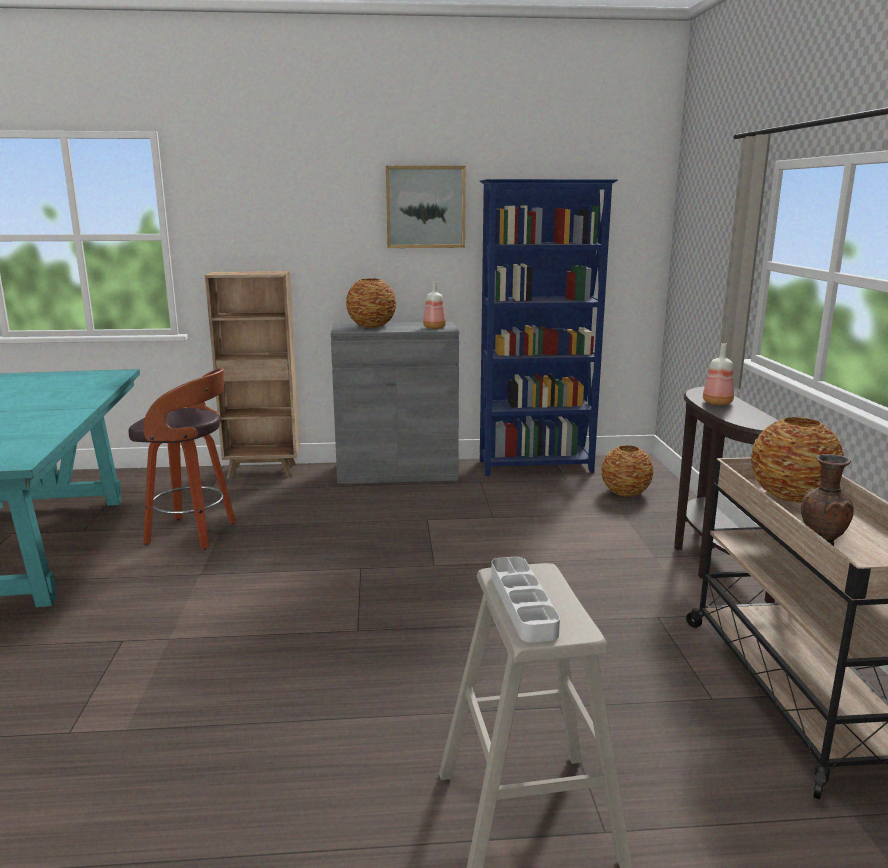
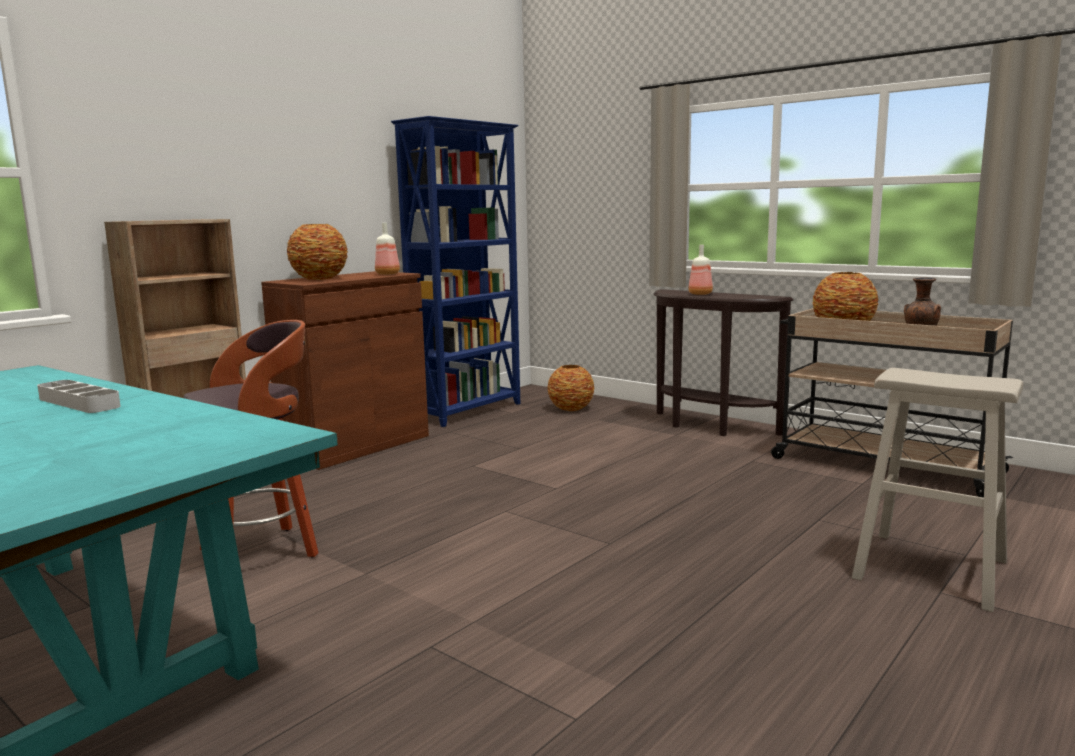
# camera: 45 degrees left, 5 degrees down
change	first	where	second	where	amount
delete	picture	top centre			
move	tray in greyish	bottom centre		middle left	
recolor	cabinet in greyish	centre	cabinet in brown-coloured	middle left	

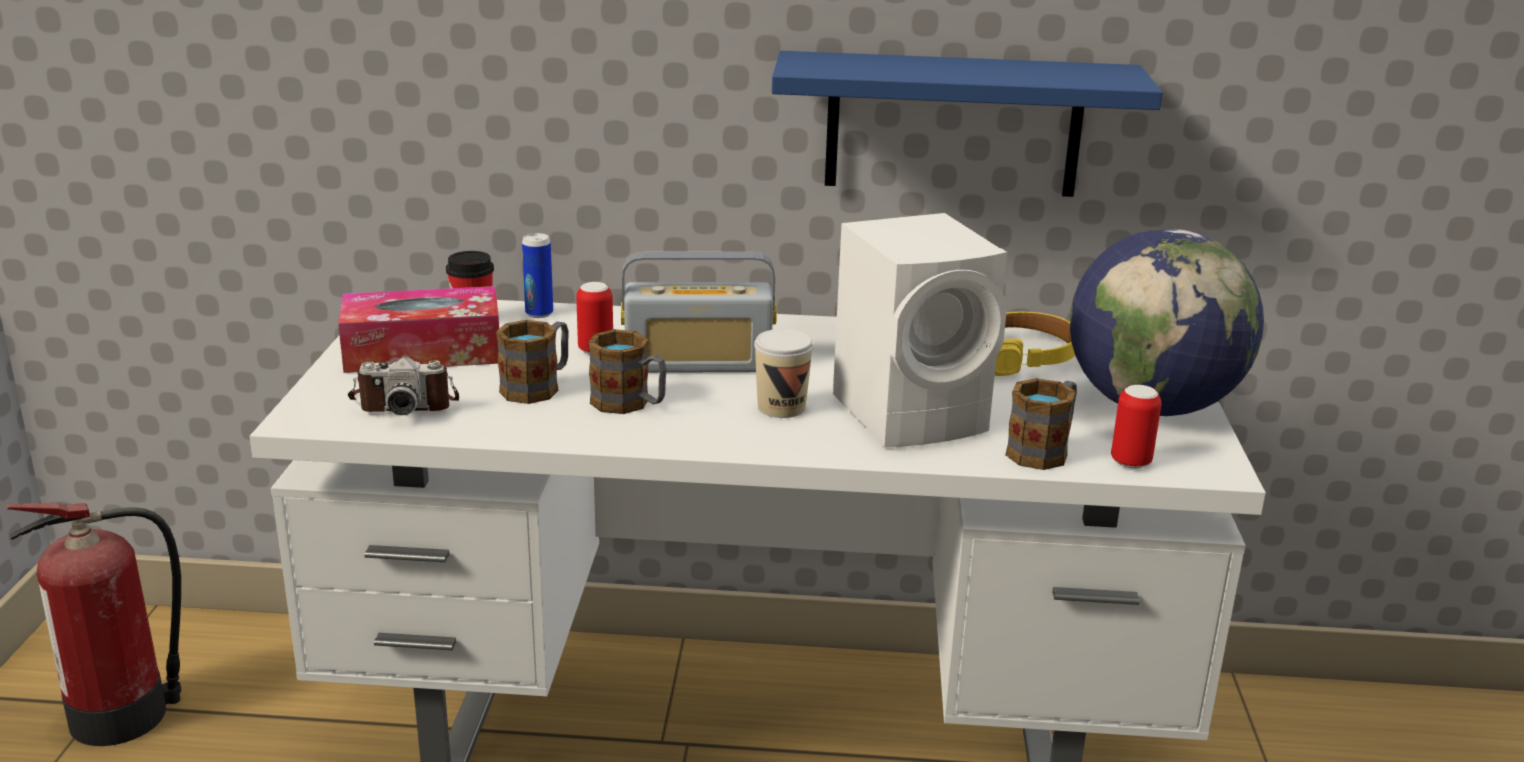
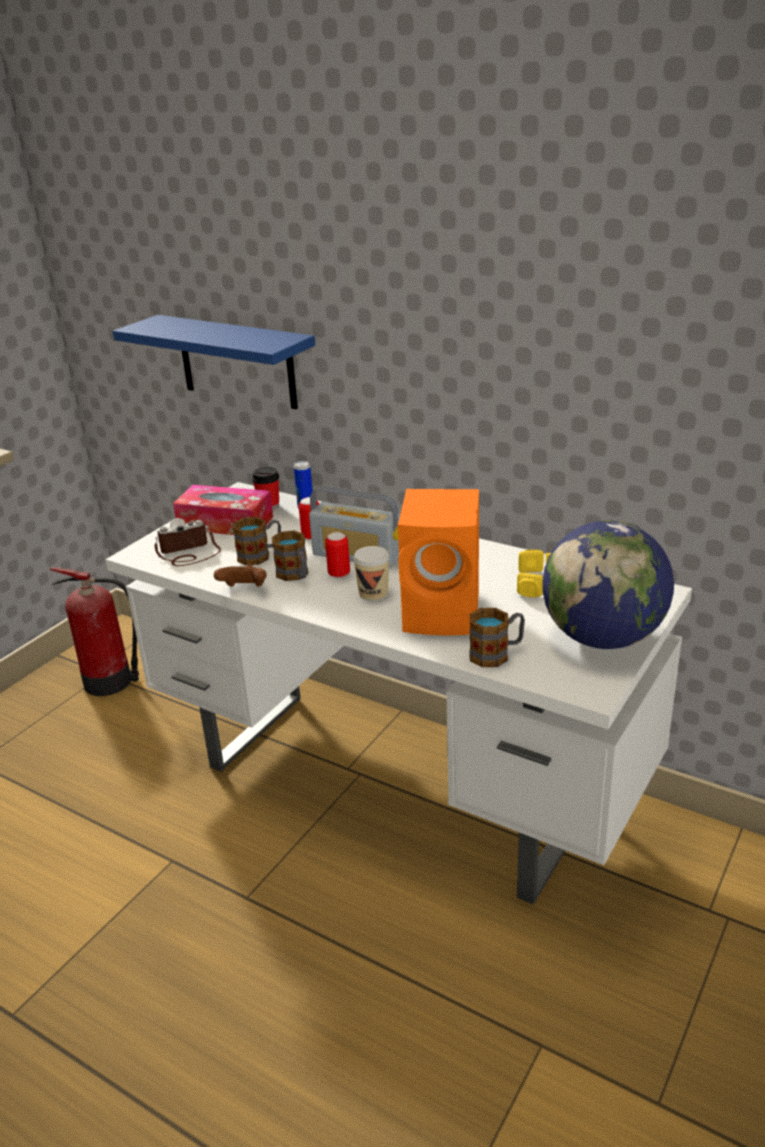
# camera: 30 degrees right, 5 degrees up
change	first	where	second	where	amount
insert			joypad in brown-coloured	middle left	
move	wall shelf in blue-coloured	top centre		top left	
move	metal can (3rd from left)	middle right		centre	
recolor	speaker in white-coloured	centre	speaker in orange-coloured	centre	
rotate	still camera	middle left		middle left	135 degrees clockwise

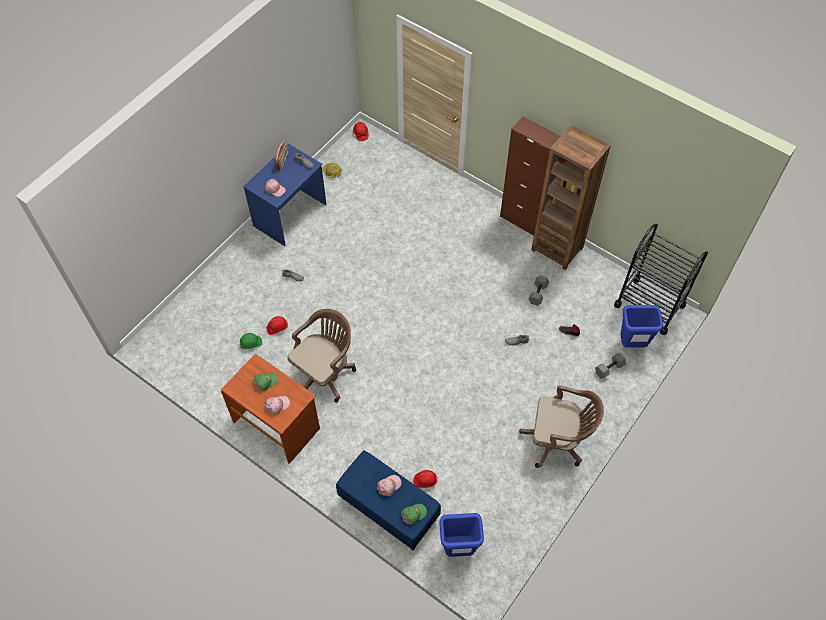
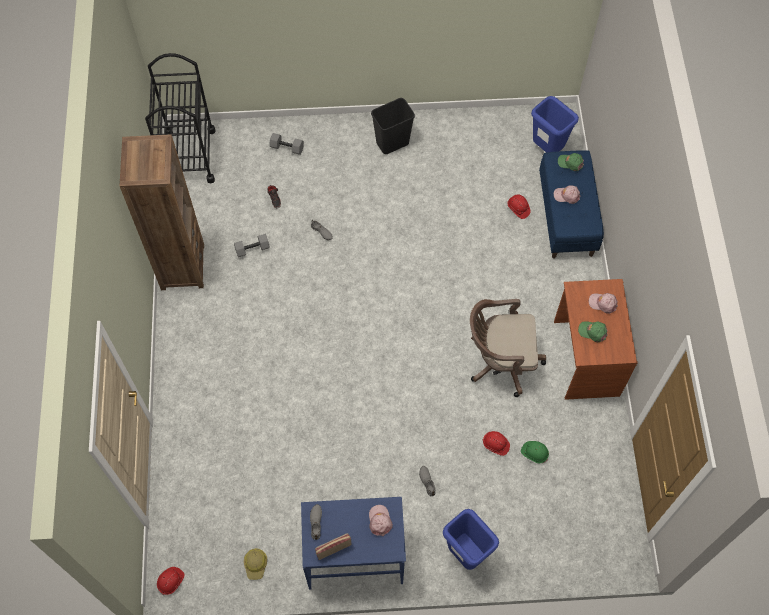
# camera: 130 degrees left, 5 degrees up
change	first	where	second	where	amount
delete	cabinet in brown-coloured	top centre			
move	rubbish bin in blue-coloured (2nd from left in the first image)	middle right	rubbish bin in blue-coloured (1st from left)	bottom centre	
replace	office chair in brown-coloured (2nd from left)	bottom right	rubbish bin in black	top centre	

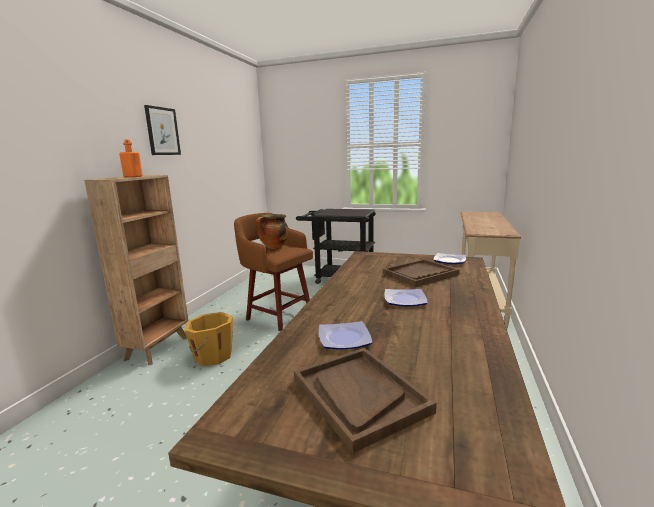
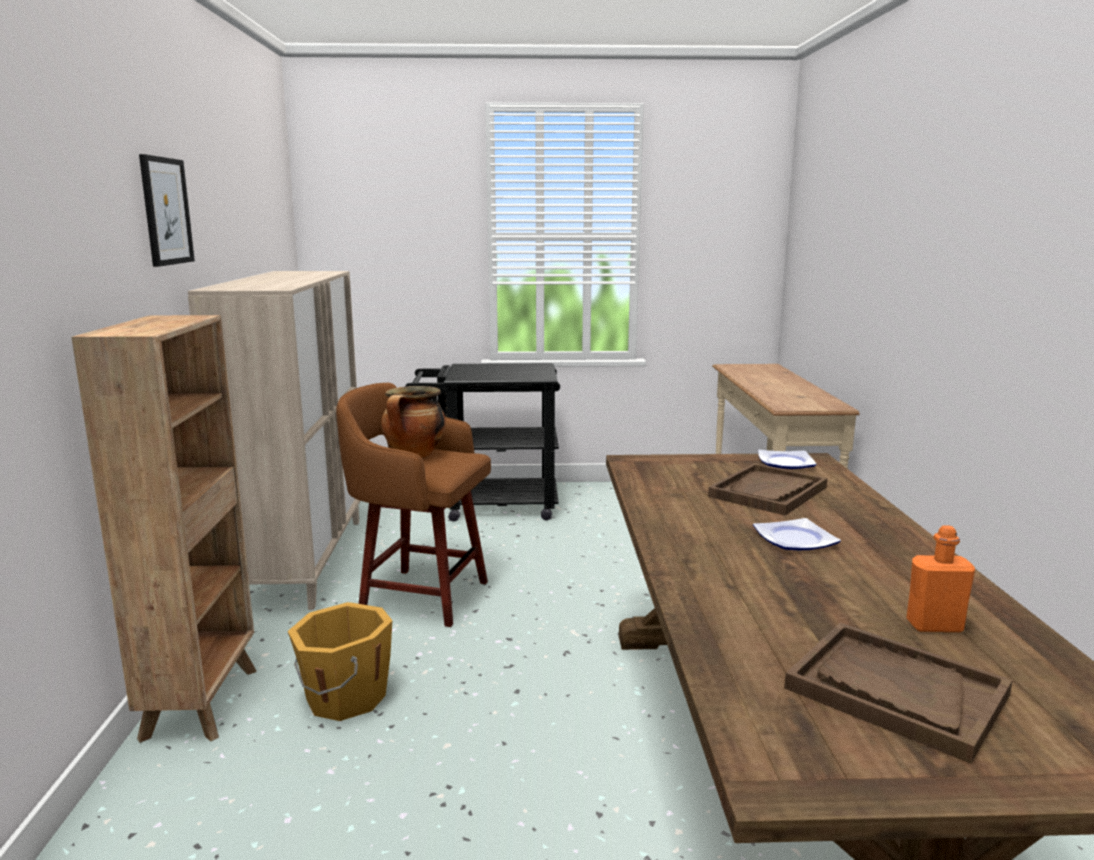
# camera: 20 degrees left, 0 degrees up
change	first	where	second	where	amount
delete	flat dish (1st from left)	centre			
insert			cabinet in beige	middle left	
move	bottle in orange-coloured	top left		bottom right	

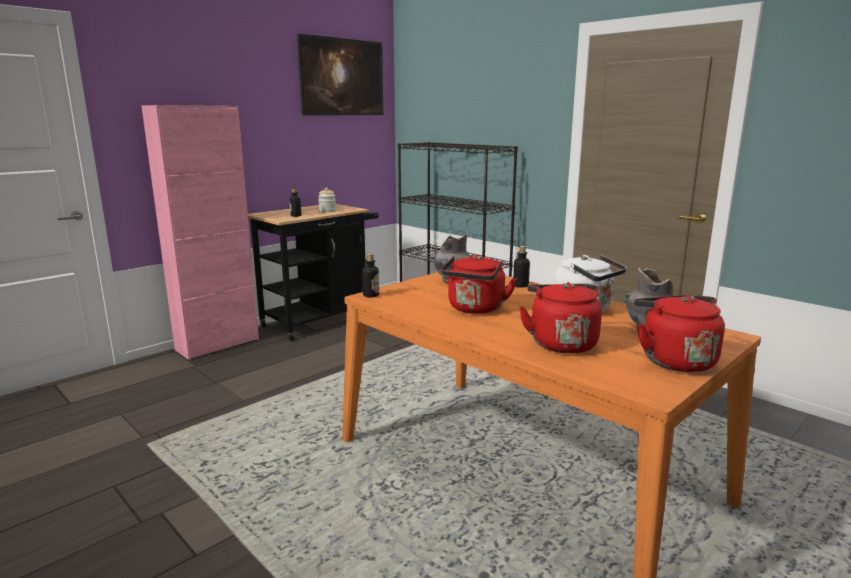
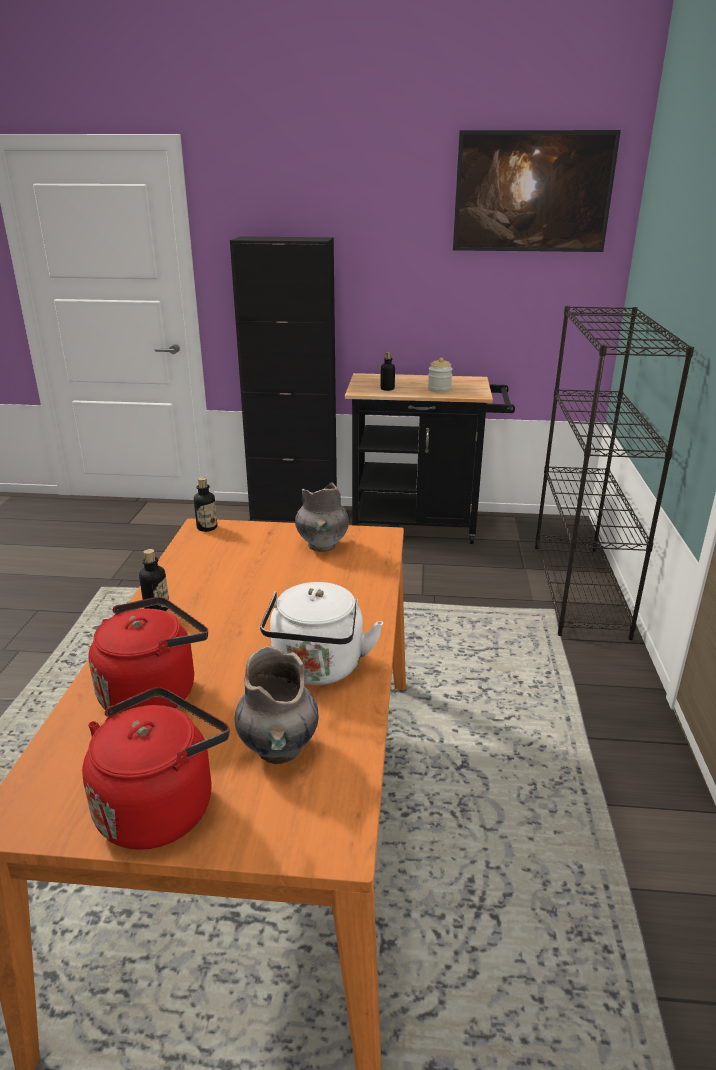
# camera: 50 degrees right, 10 degrees up
change	first	where	second	where	amount
delete	water kettle in red-coloured (1st from left)	centre			
move	bottle (3rd from left in the first image)	centre	bottle (1st from left)	middle left	
recolor	cabinet in pink	middle left	cabinet in black	centre	

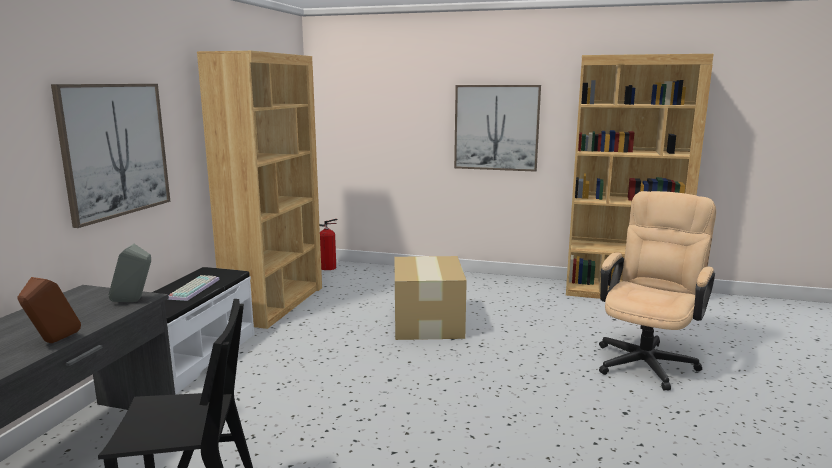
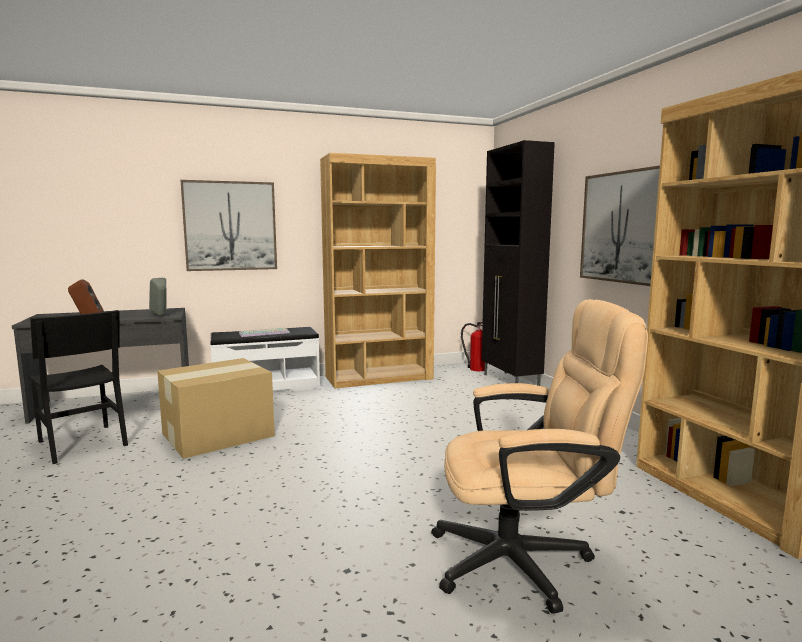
# camera: 55 degrees right, 5 degrees down
change	first	where	second	where	amount
insert			cabinet in black	centre	
move	cardboard box	centre		middle left	

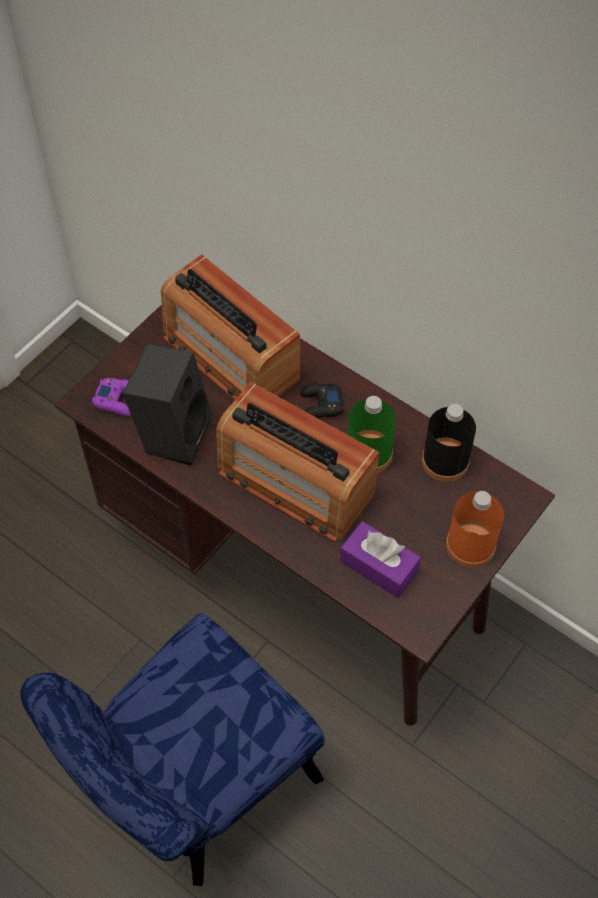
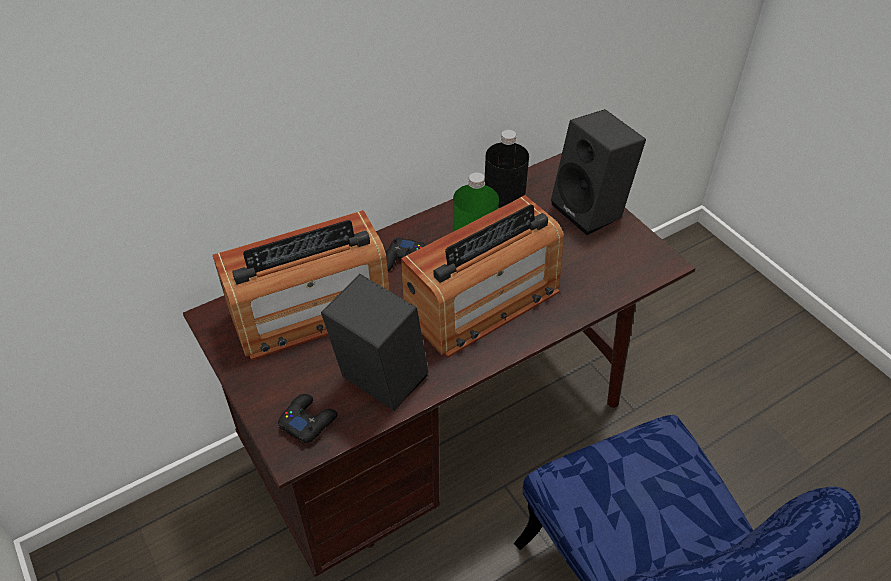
# camera: 70 degrees left, 10 degrees down
change	first	where	second	where	amount
delete	tissue box in purple	centre			
replace	bottle in orange-coloured	middle right	speaker in black (2nd from left)	top right	
recolor	joypad in purple	middle left	joypad in black (1st from left)	bottom centre	

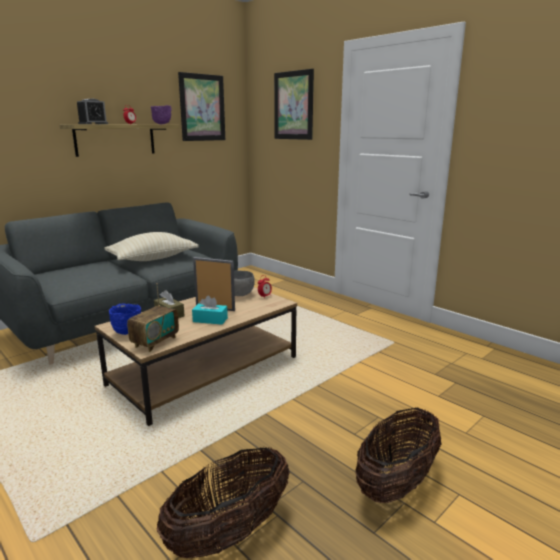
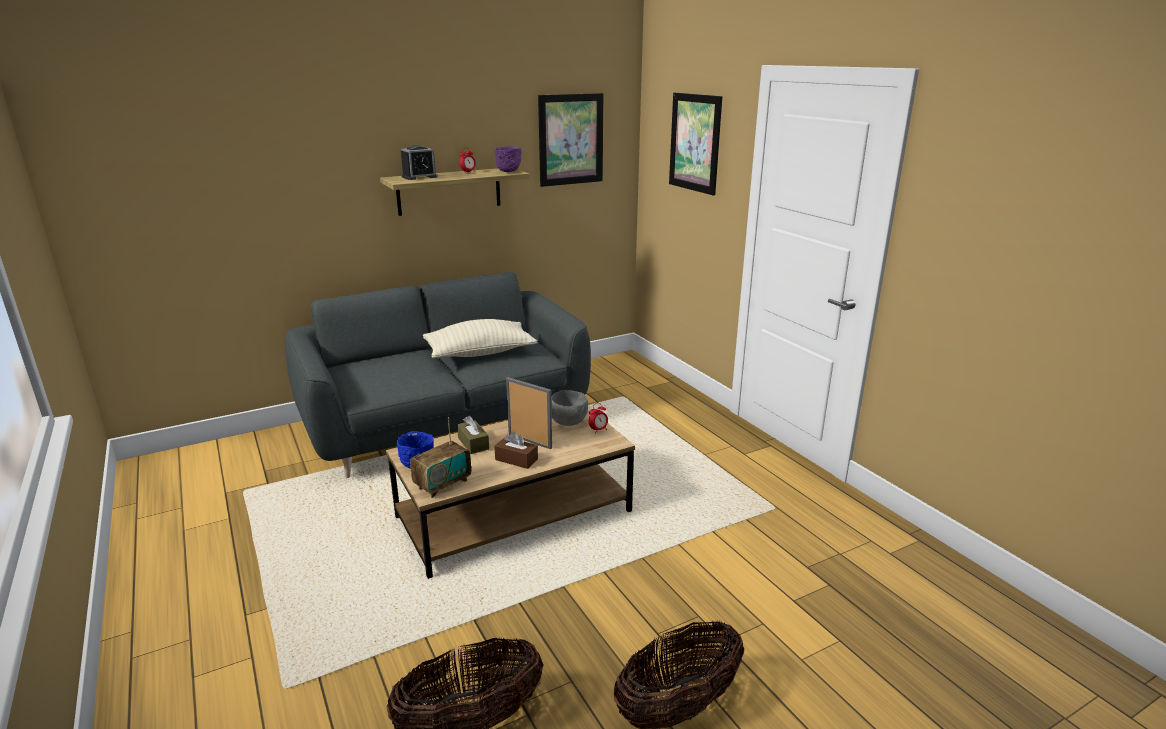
# camera: 15 degrees right, 5 degrees up
change	first	where	second	where	amount
recolor	tissue box in turquoise	centre	tissue box in brown-coloured (2nd from left)	centre	

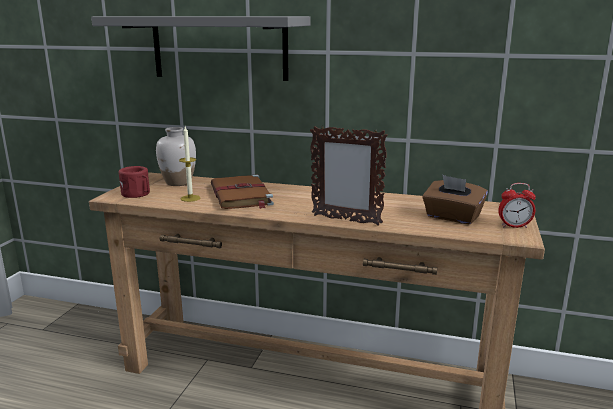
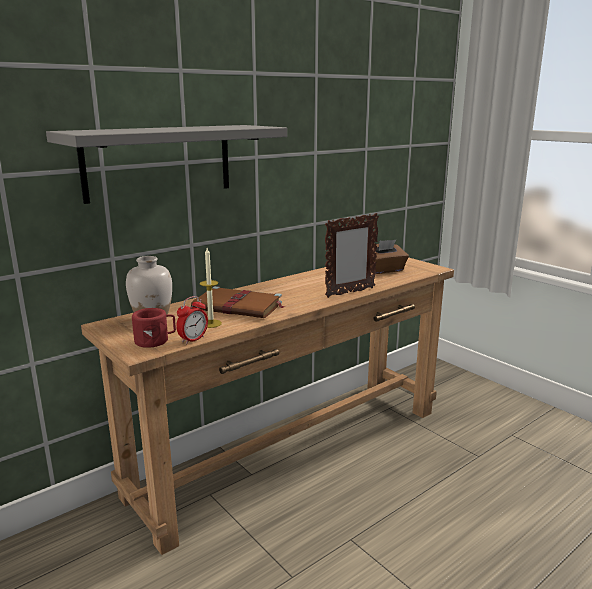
# camera: 55 degrees left, 0 degrees up
change	first	where	second	where	amount
move	alarm clock	middle right		middle left	

